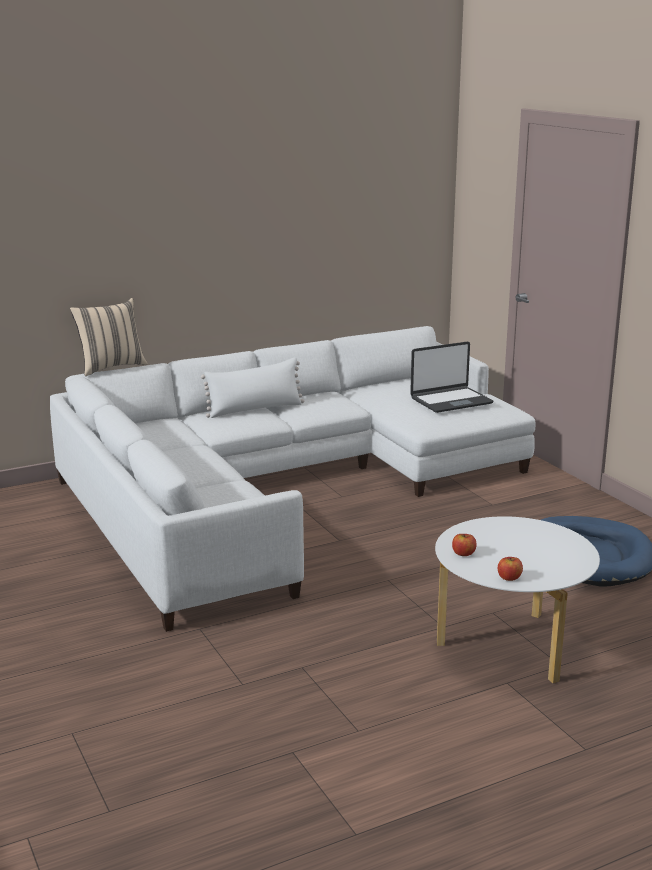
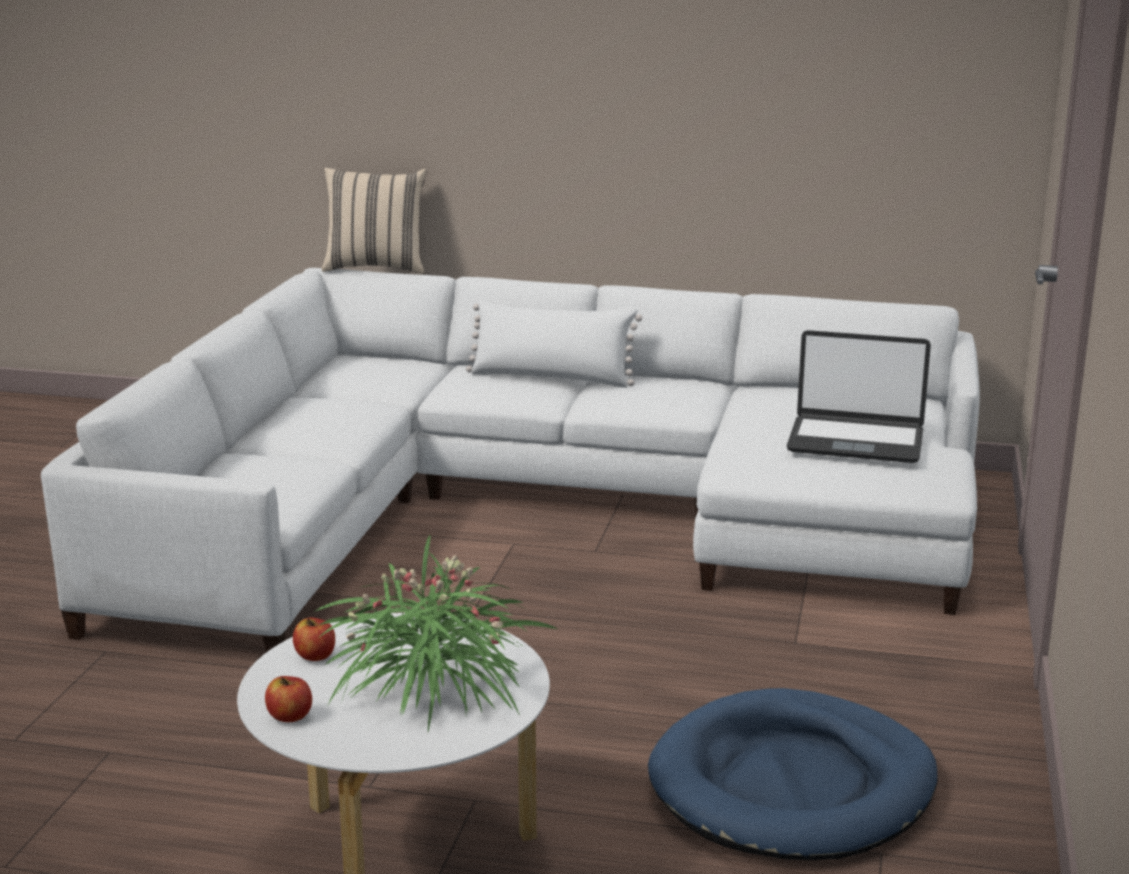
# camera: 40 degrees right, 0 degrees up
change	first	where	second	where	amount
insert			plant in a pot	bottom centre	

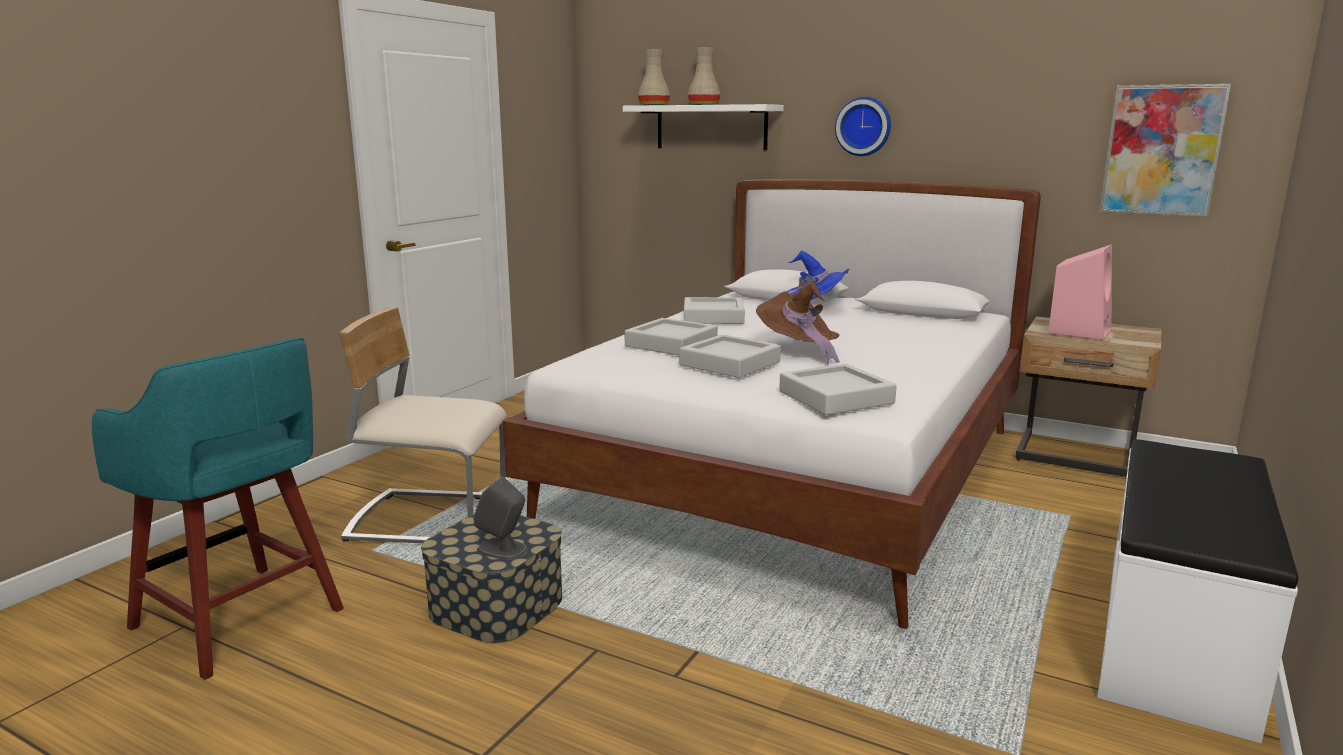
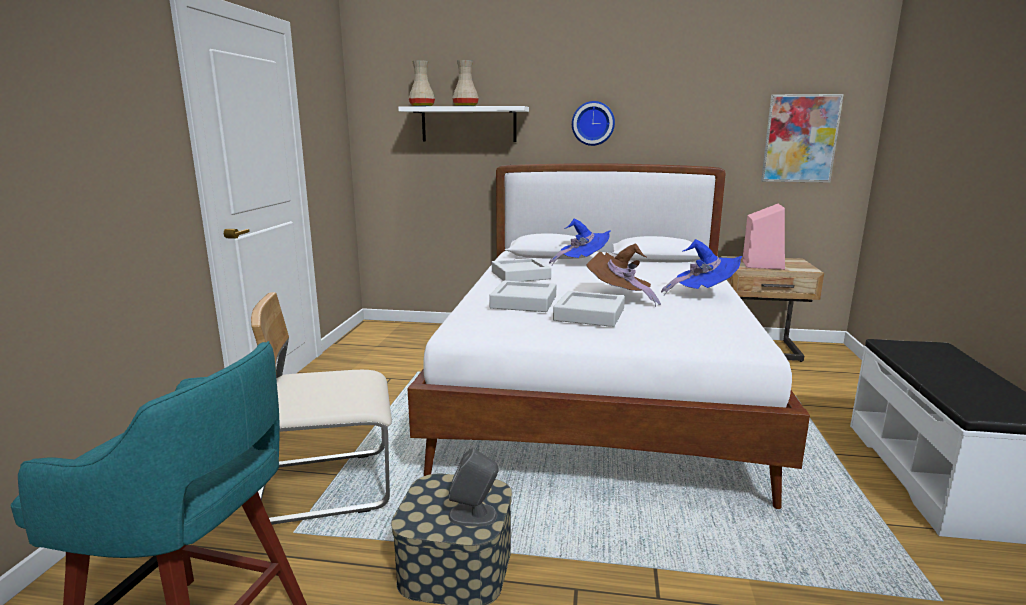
# camera: 20 degrees left, 0 degrees up
change	first	where	second	where	amount
delete	tray in greyish (4th from left)	centre			
insert			wearable hat in blue-coloured (2nd from left)	middle right	

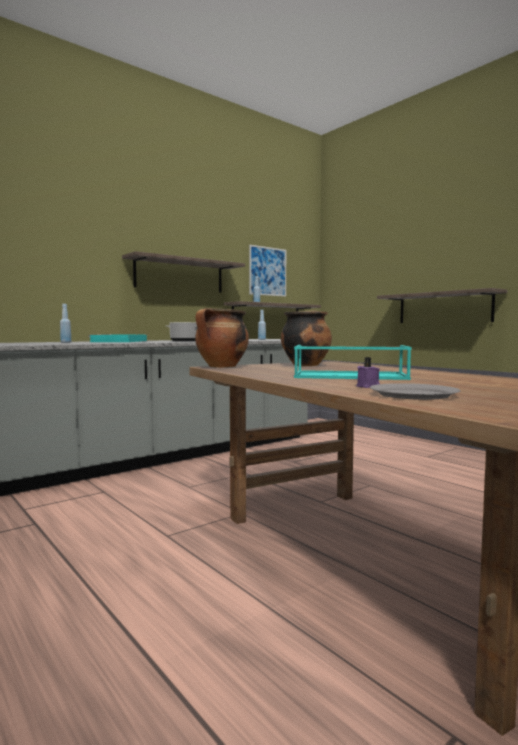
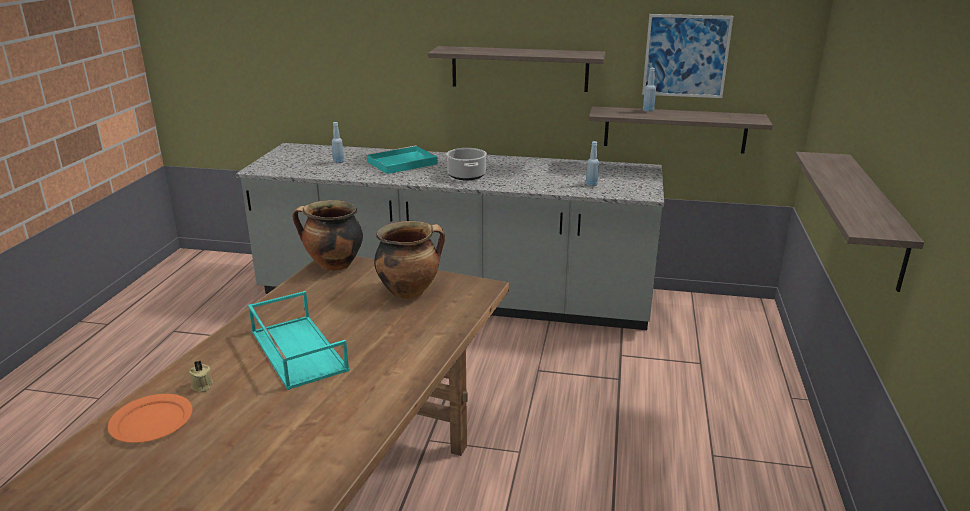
# camera: 50 degrees right, 20 degrees up
change	first	where	second	where	amount
recolor	candle in purple	middle right	candle in beige	bottom left	
recolor	flat dish in greyish	middle right	flat dish in orange-coloured	bottom left	

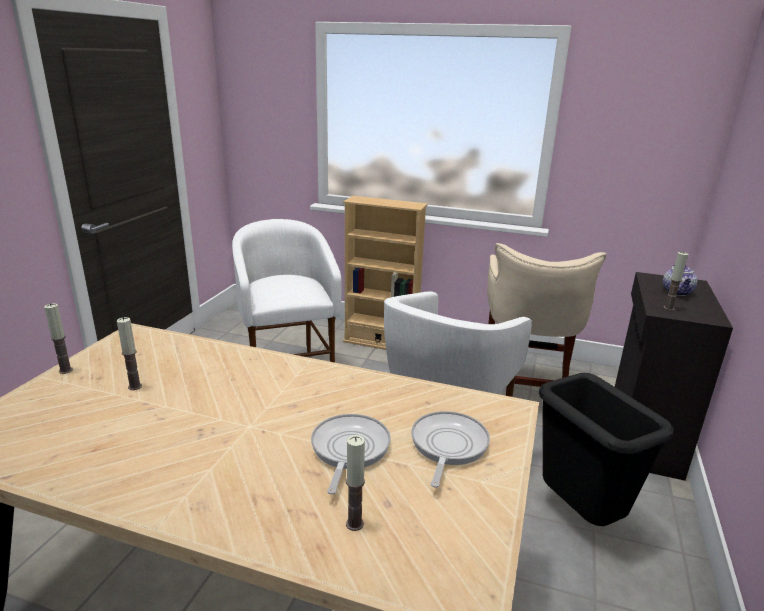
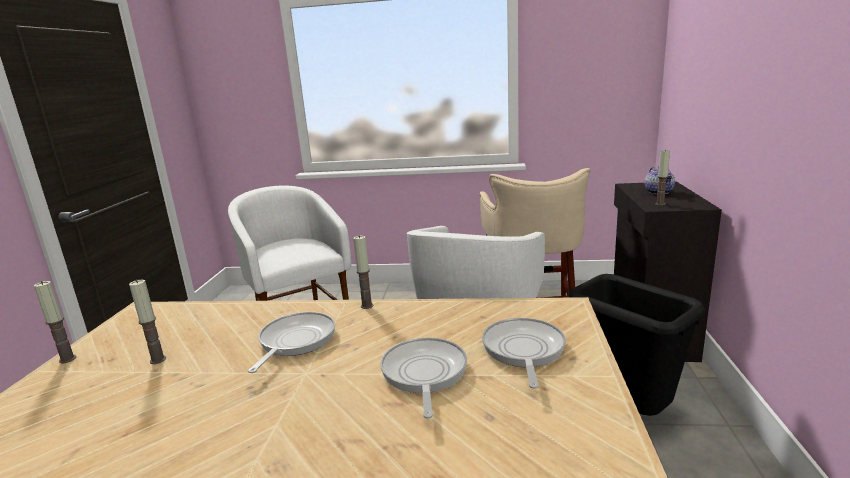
# camera: 10 degrees left, 5 degrees down
change	first	where	second	where	amount
delete	bookshelf in beige	centre			
insert			pan (1st from left)	bottom centre	
move	candle (3rd from left)	bottom centre		centre	

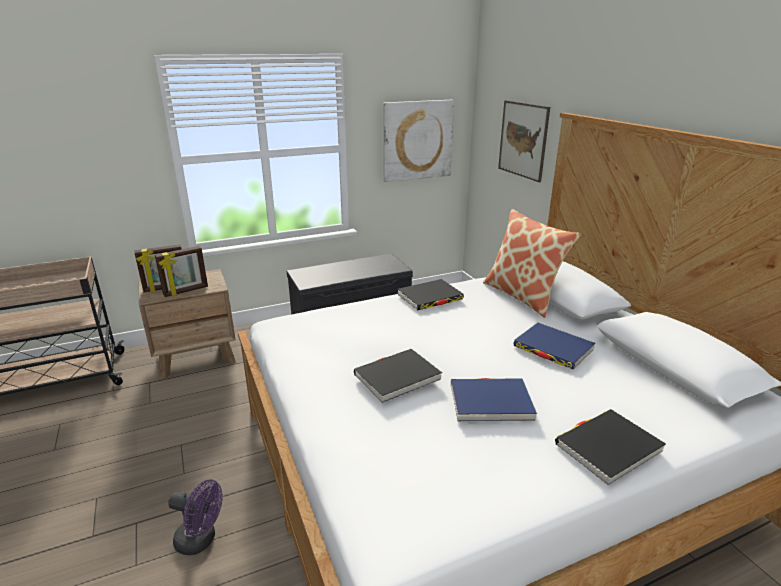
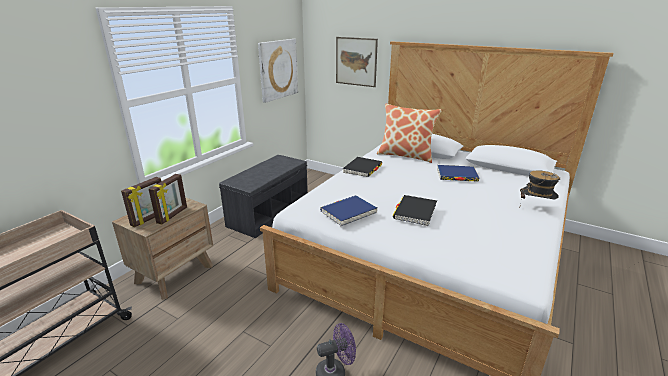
# camera: 35 degrees left, 0 degrees up
change	first	where	second	where	amount
move	bound book in blue-coloured (1st from left)	bottom centre		centre	
replace	bound book in black (3rd from left)	bottom right	wearable hat	middle right	

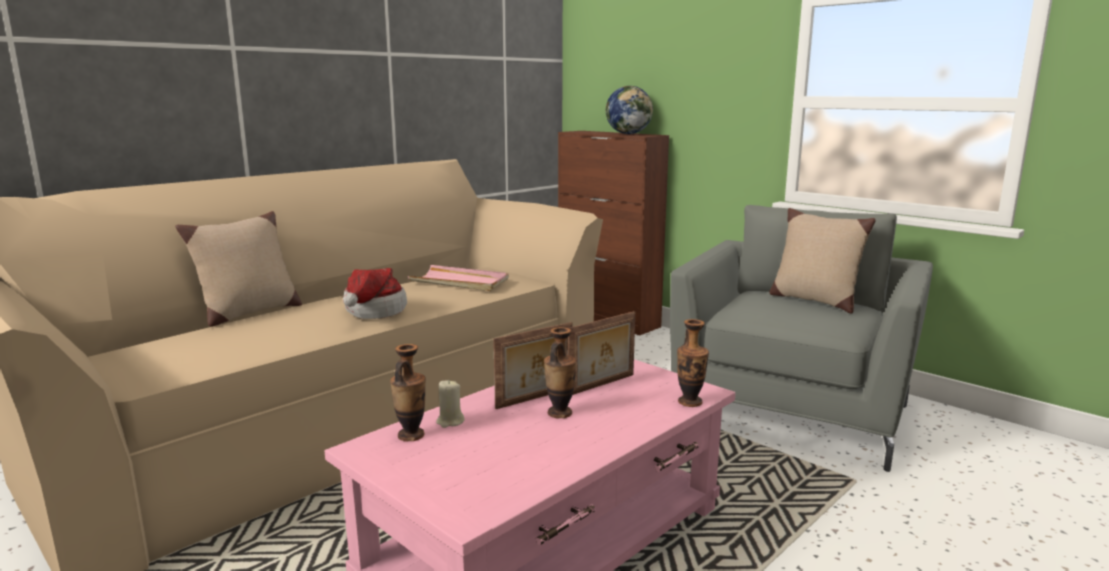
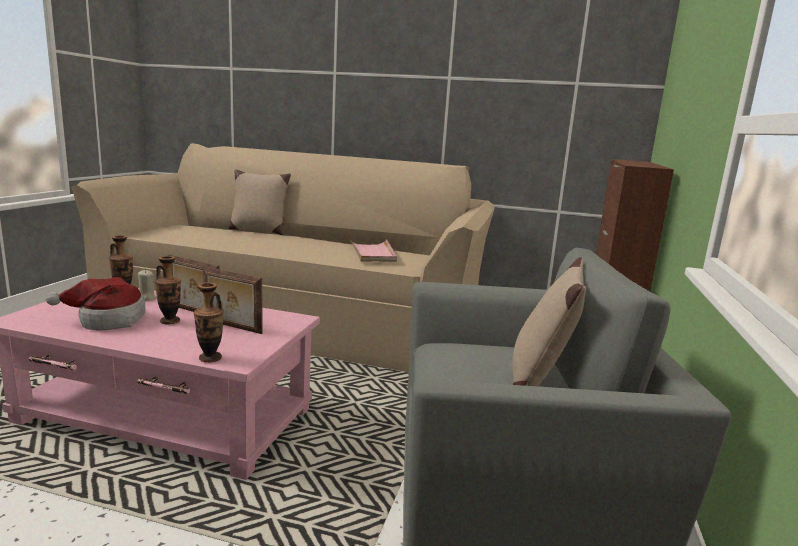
# camera: 60 degrees right, 0 degrees up
change	first	where	second	where	amount
delete	globe	top centre			
move	wearable hat	centre		middle left	

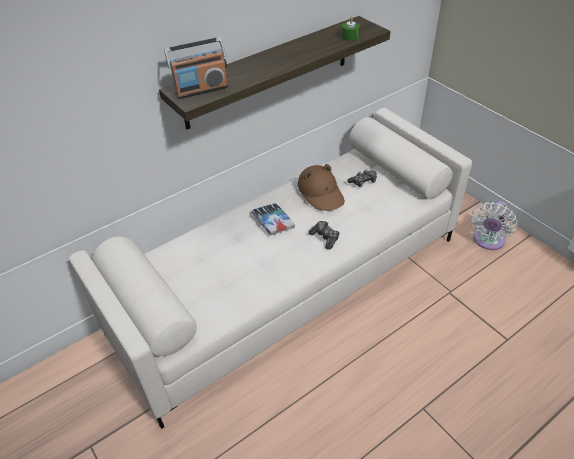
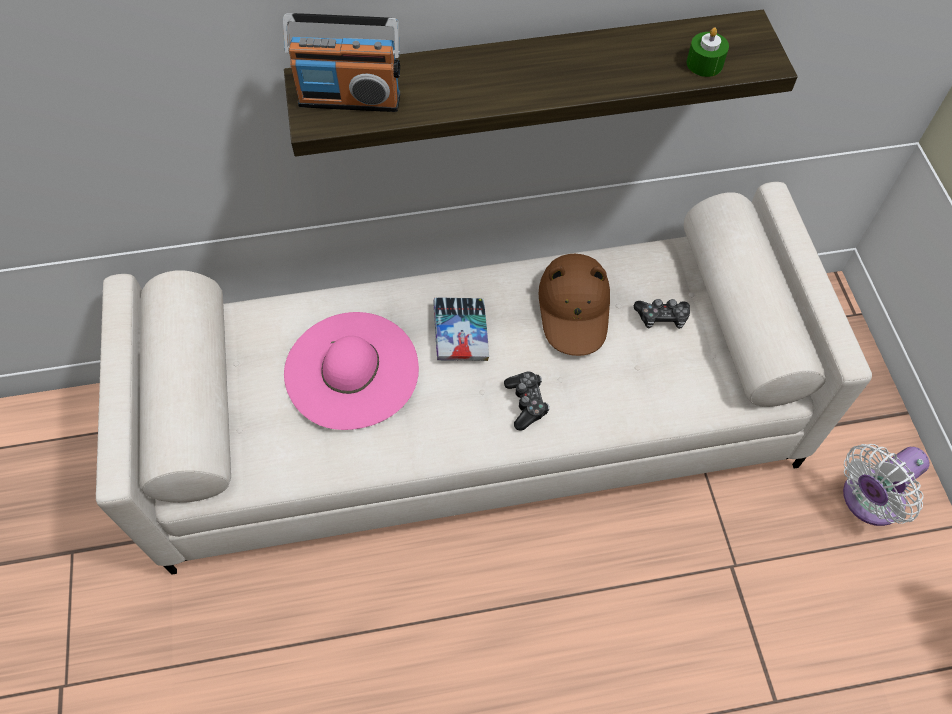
# camera: 25 degrees right, 15 degrees up
change	first	where	second	where	amount
insert			wearable hat in pink	centre	

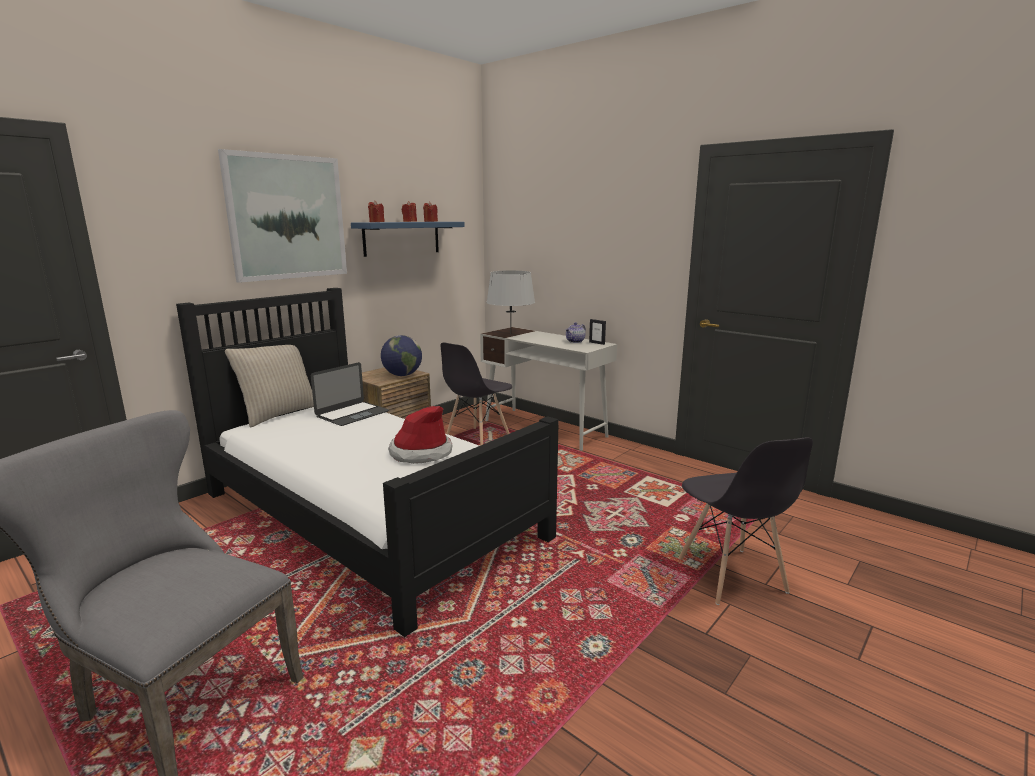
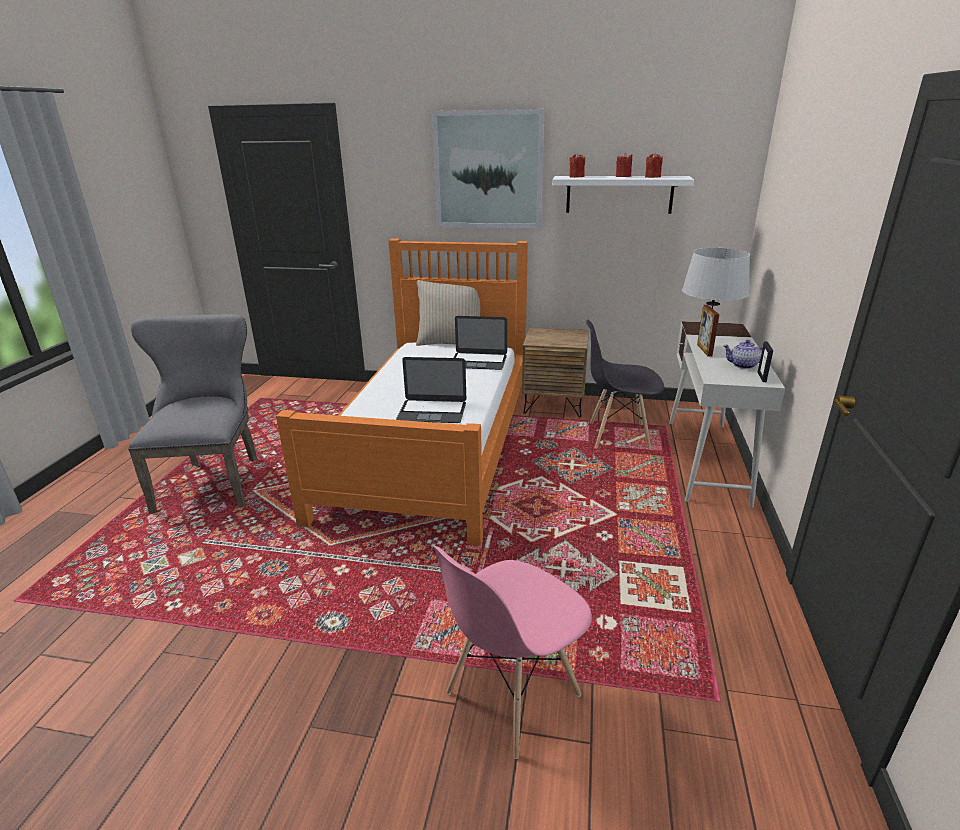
# camera: 60 degrees right, 10 degrees up
change	first	where	second	where	amount
delete	globe	centre			
insert			standing frame (1st from left)	middle right	
replace	wearable hat	centre	portable computer (1st from left)	centre	
recolor	sleeping bed in black	centre	sleeping bed in orange-coloured	centre	
recolor	wall shelf in blue-coloured	top centre	wall shelf in white-coloured	top centre	
recolor	upright chair in greyish (3rd from left)	bottom right	upright chair in pink	bottom centre	

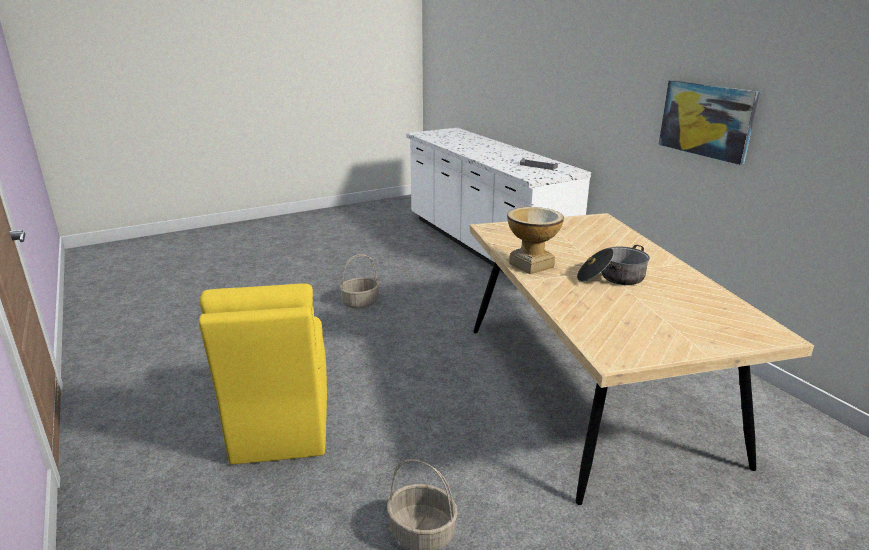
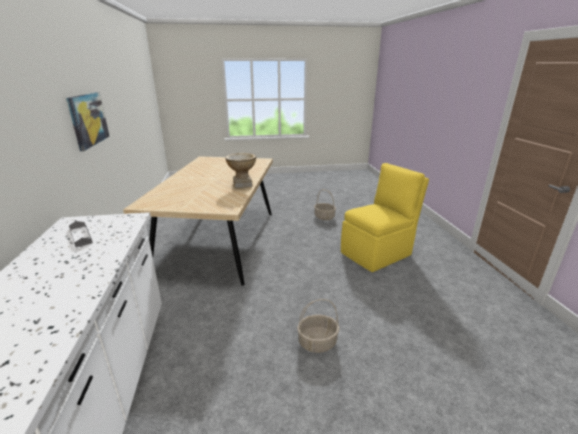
# camera: 160 degrees left, 0 degrees up
change	first	where	second	where	amount
delete	saucepot	middle right			
rotate	upright chair in yellow	bottom left		centre	45 degrees clockwise

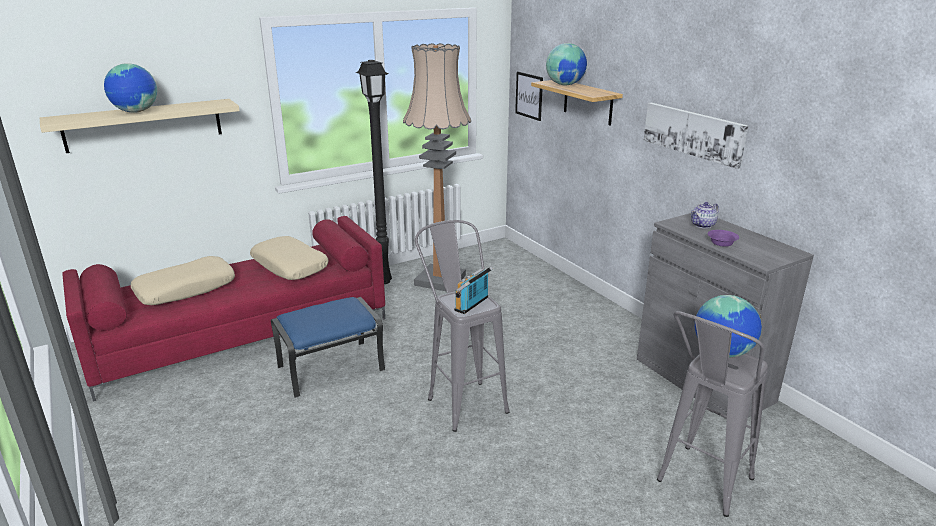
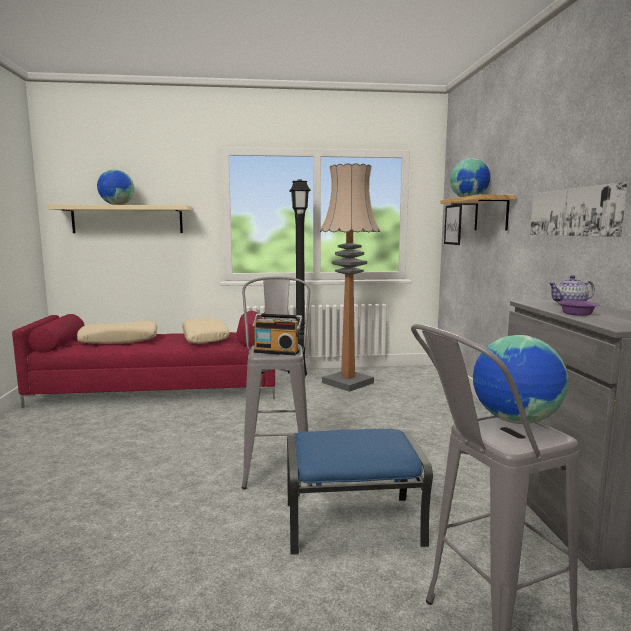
# camera: 25 degrees right, 15 degrees down
change	first	where	second	where	amount
move	footrest in blue-coloured	centre		bottom centre	
rotate	radio	centre		centre	135 degrees counterclockwise

